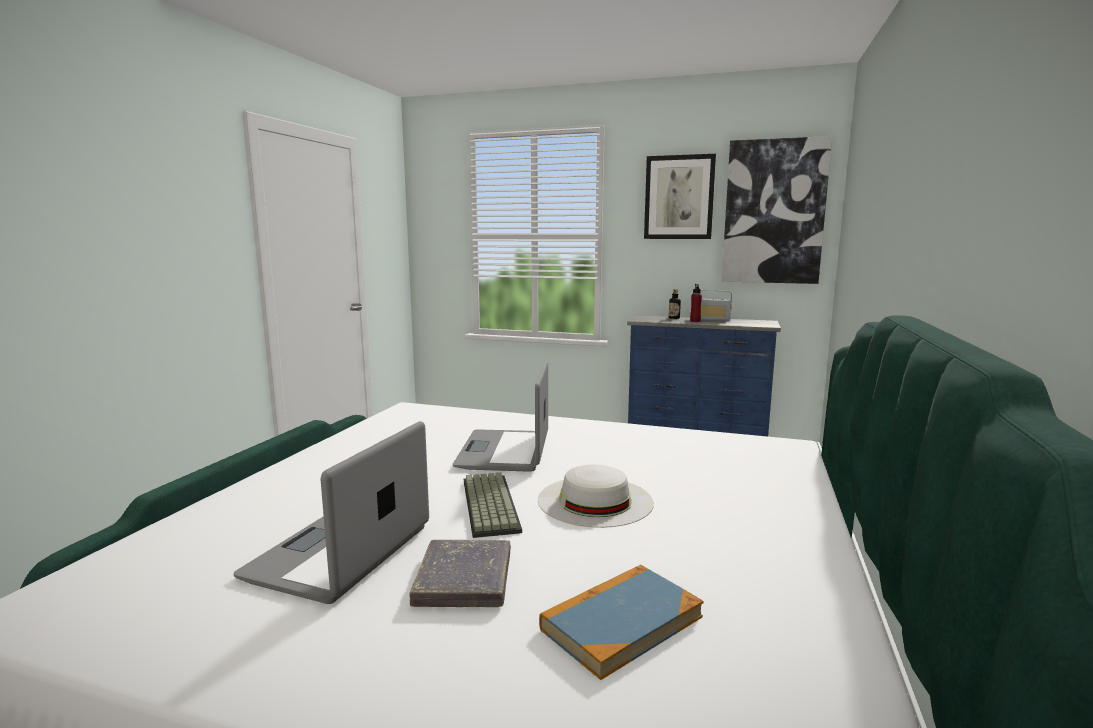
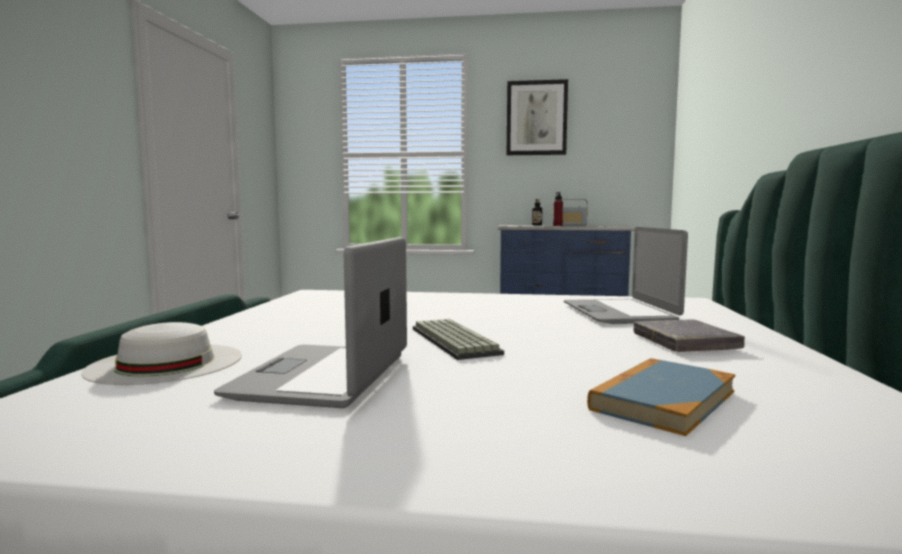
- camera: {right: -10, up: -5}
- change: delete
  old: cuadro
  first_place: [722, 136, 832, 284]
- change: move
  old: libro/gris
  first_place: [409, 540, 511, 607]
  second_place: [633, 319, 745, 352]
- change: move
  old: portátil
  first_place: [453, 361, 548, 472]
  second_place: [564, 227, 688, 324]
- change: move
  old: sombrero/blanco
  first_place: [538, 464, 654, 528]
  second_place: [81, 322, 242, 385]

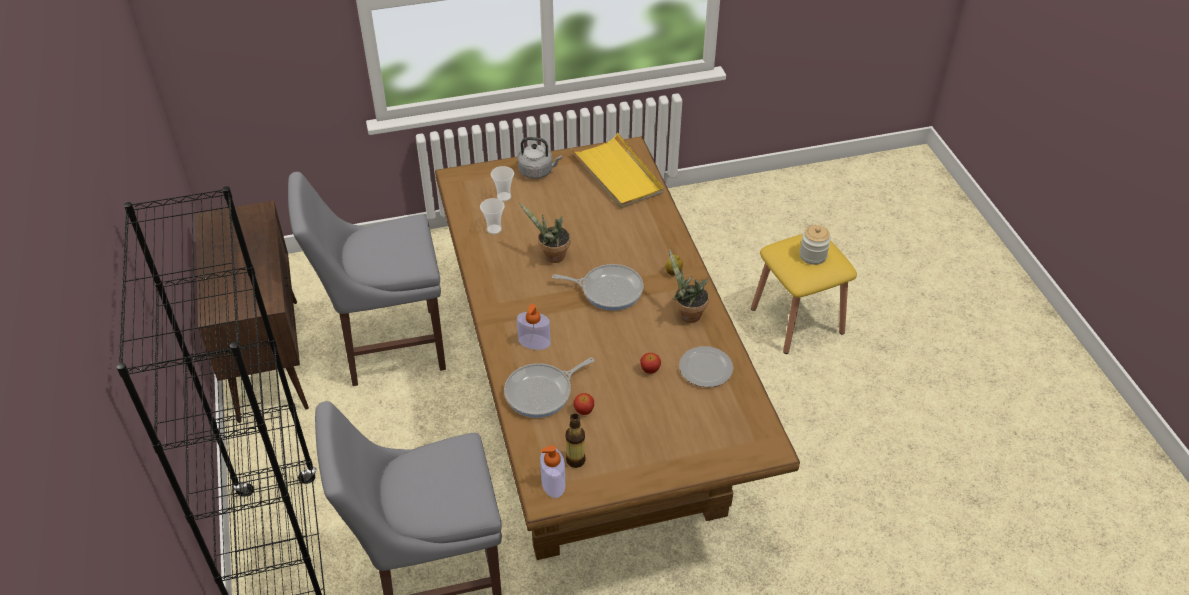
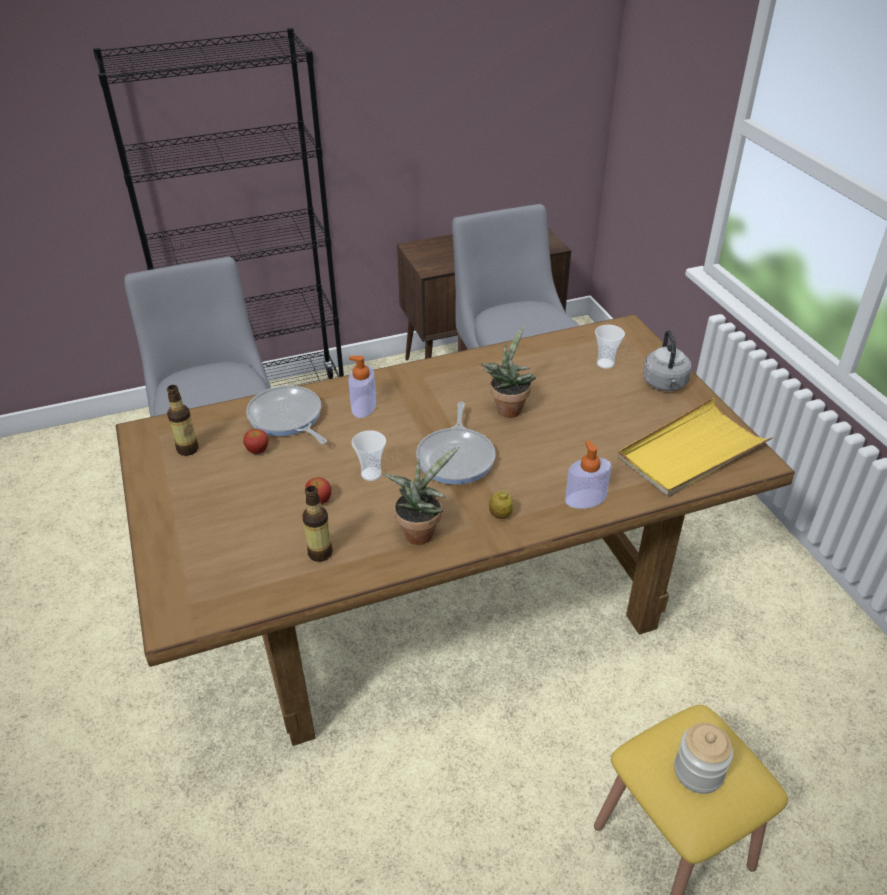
- camera: {right: 85, up: -5}
- change: move
  old: taza
  first_place: [480, 198, 505, 234]
  second_place: [352, 430, 386, 481]
- change: move
  old: dispensador de jabón
  first_place: [540, 445, 565, 498]
  second_place: [565, 440, 611, 509]
- change: replace
  old: plato
  new: botella
  first_place: [679, 346, 733, 387]
  second_place: [303, 486, 333, 562]

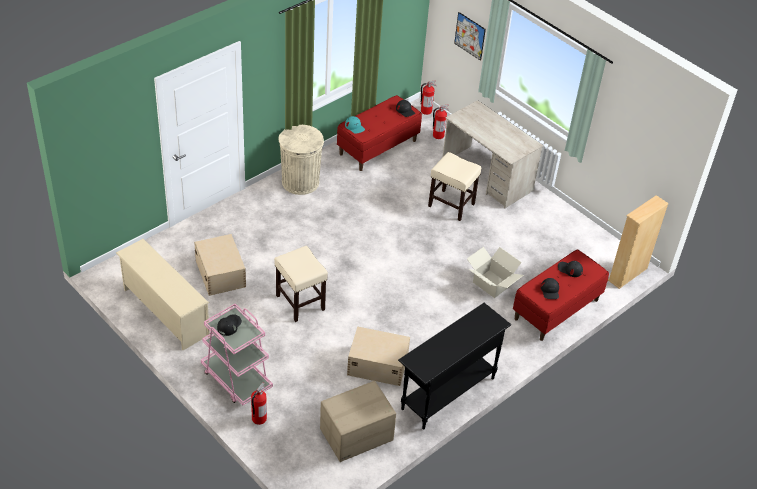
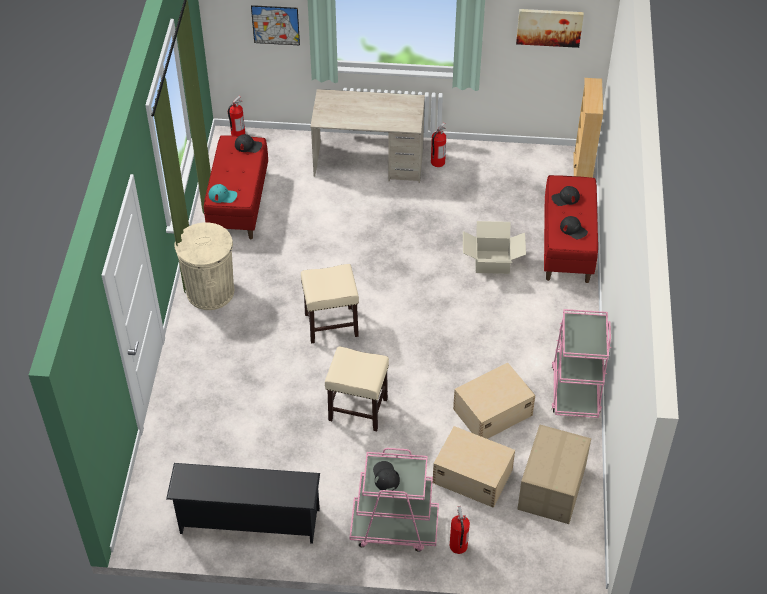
- camera: {right: -40, up: 5}
- change: insert
  new: cuadro
  second_place: [516, 9, 584, 48]
- change: move
  old: caja de almacenaje/beis
  first_place: [194, 234, 246, 296]
  second_place: [433, 426, 515, 508]
- change: move
  old: taburete/beis
  first_place: [428, 152, 481, 221]
  second_place: [301, 264, 359, 344]
- change: move
  old: extintor
  first_place: [433, 104, 449, 139]
  second_place: [431, 122, 446, 167]
- change: replace
  old: mesa consola/negro
  new: carrito/rosa
  first_place: [398, 303, 511, 429]
  second_place: [552, 309, 611, 418]
- change: recolor
  old: zapatero/beis
  new: zapatero/negro
  first_place: [116, 239, 210, 350]
  second_place: [166, 463, 320, 544]

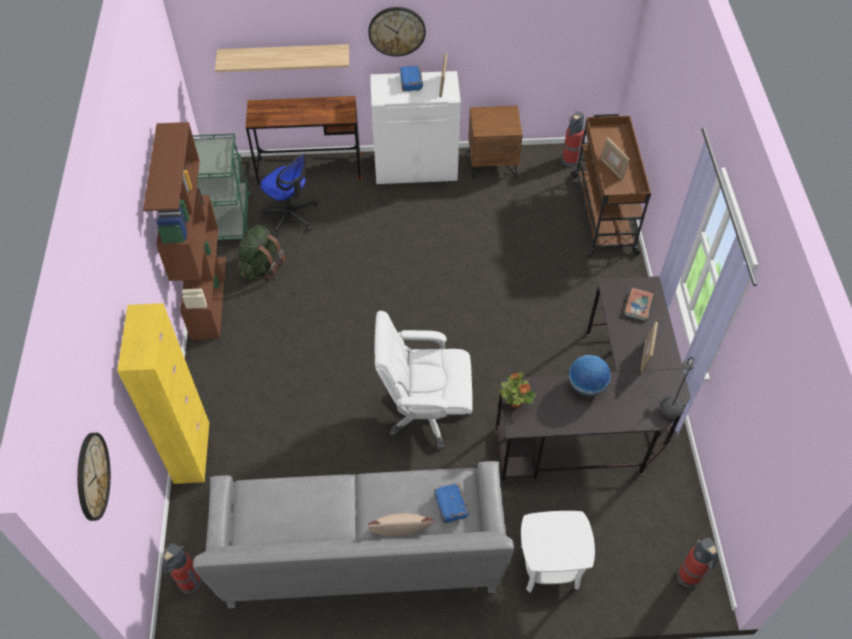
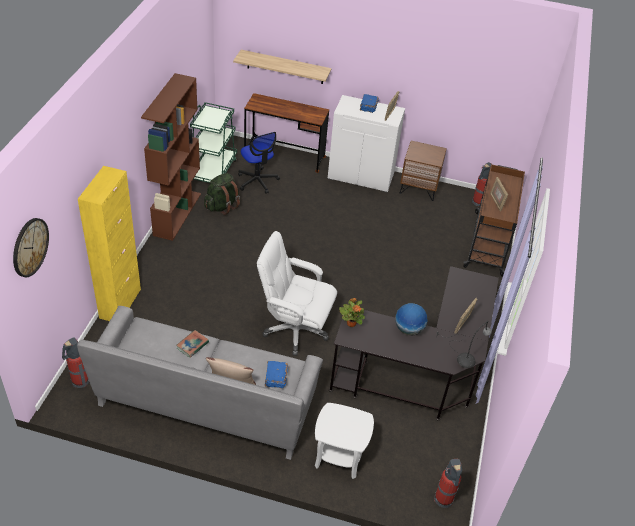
- camera: {right: 15, up: -10}
- change: delete
  old: reloj de pared
  first_place: [368, 7, 426, 57]
- change: move
  old: libro
  first_place: [624, 288, 654, 321]
  second_place: [176, 330, 209, 358]

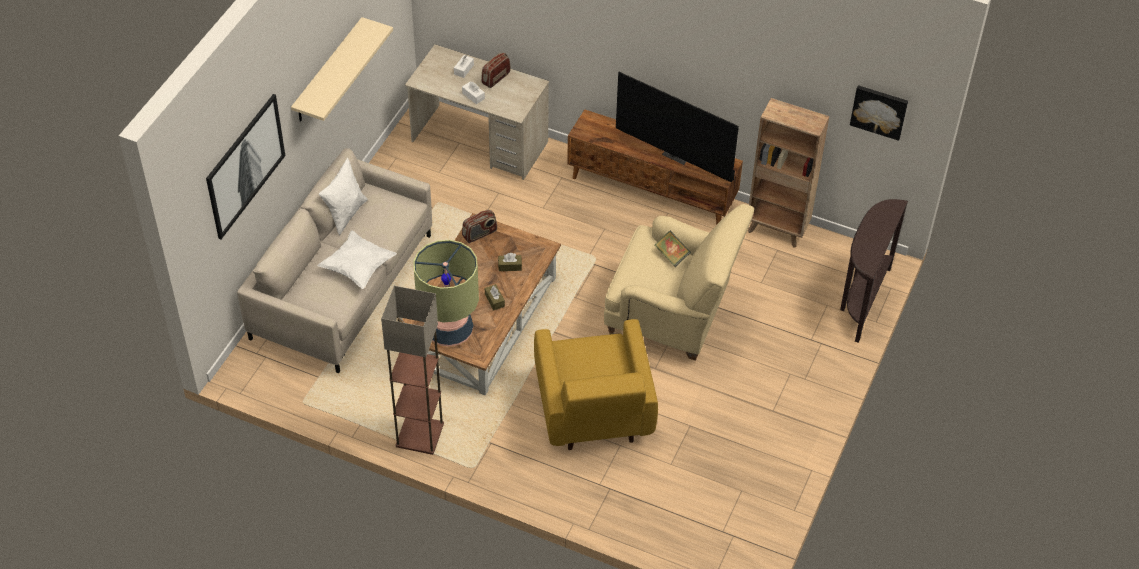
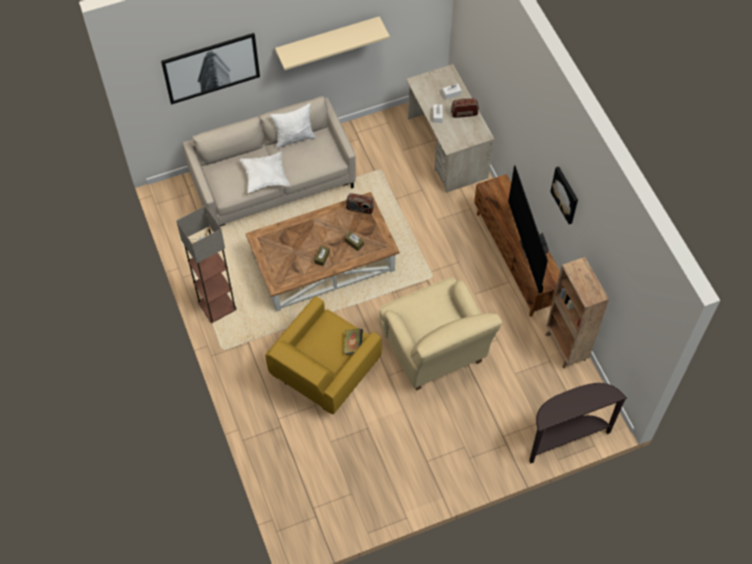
- camera: {right: 45, up: 10}
- change: delete
  old: lámpara de mesa
  first_place: [413, 240, 479, 347]
- change: move
  old: libro
  first_place: [655, 231, 691, 267]
  second_place: [344, 328, 363, 355]
- change: move
  old: cuadro
  first_place: [850, 85, 908, 141]
  second_place: [550, 167, 578, 224]

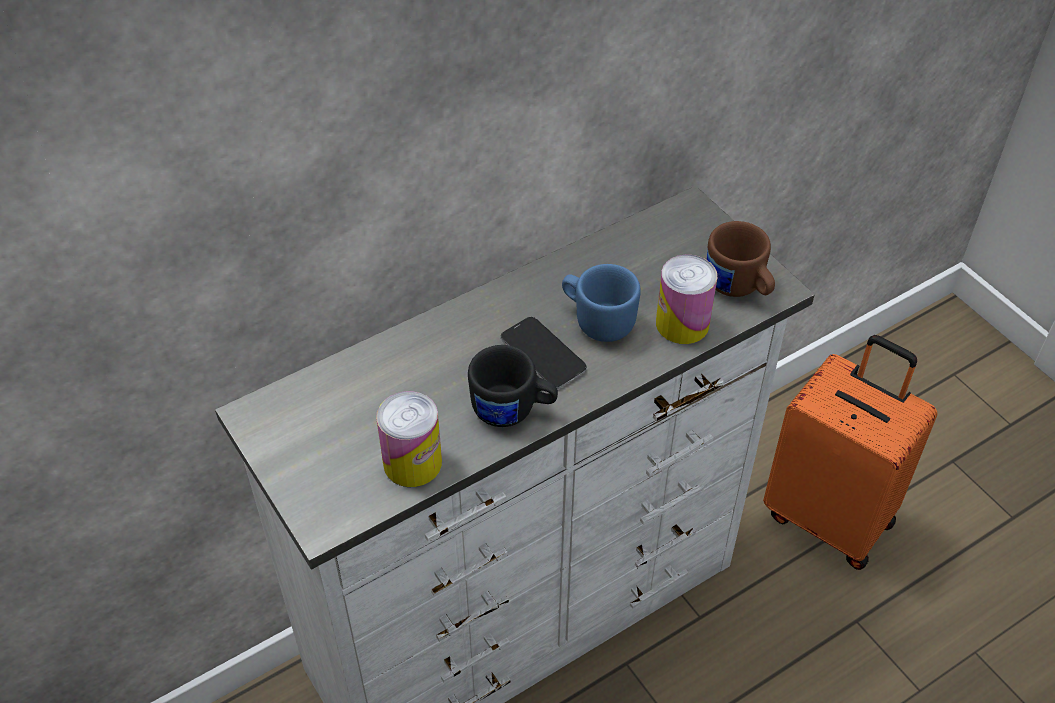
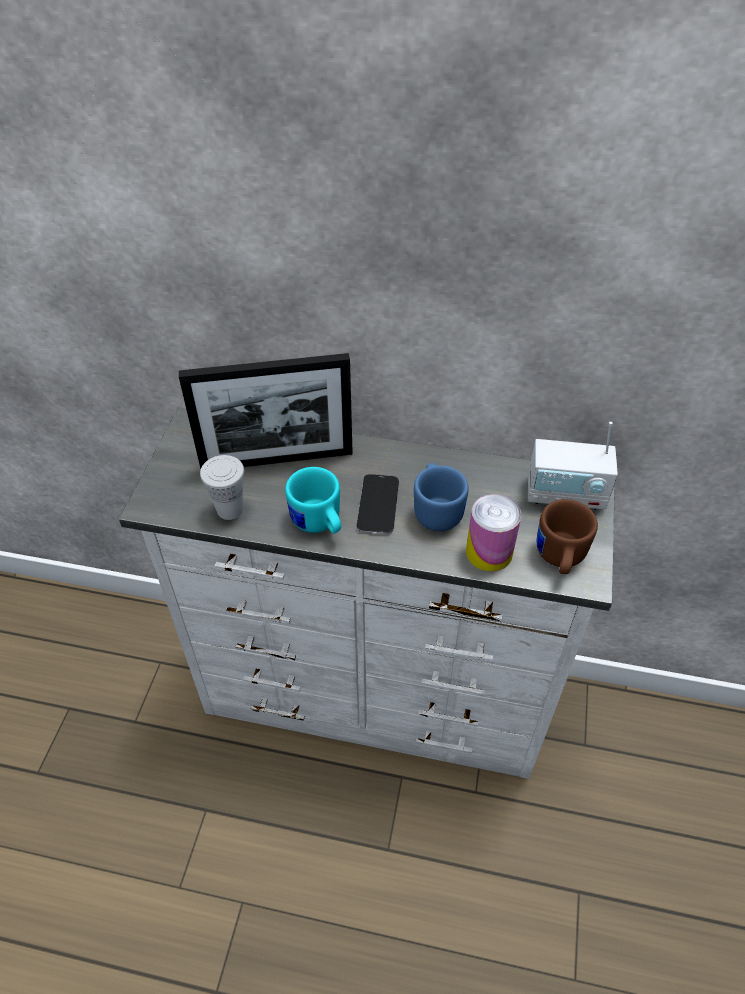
- camera: {right: 45, up: 0}
- change: delete
  old: maleta/naranja
  first_place: [763, 335, 938, 570]
- change: insert
  new: portarretratos
  second_place: [179, 353, 353, 469]
- change: insert
  new: radio
  second_place: [528, 422, 618, 510]
- change: replace
  old: lata
  new: taza/blanco
  first_place: [376, 391, 442, 487]
  second_place: [200, 455, 244, 520]
- change: recolor
  old: taza grande/negro
  new: taza grande/turquesa
  first_place: [468, 345, 558, 427]
  second_place: [285, 467, 341, 534]

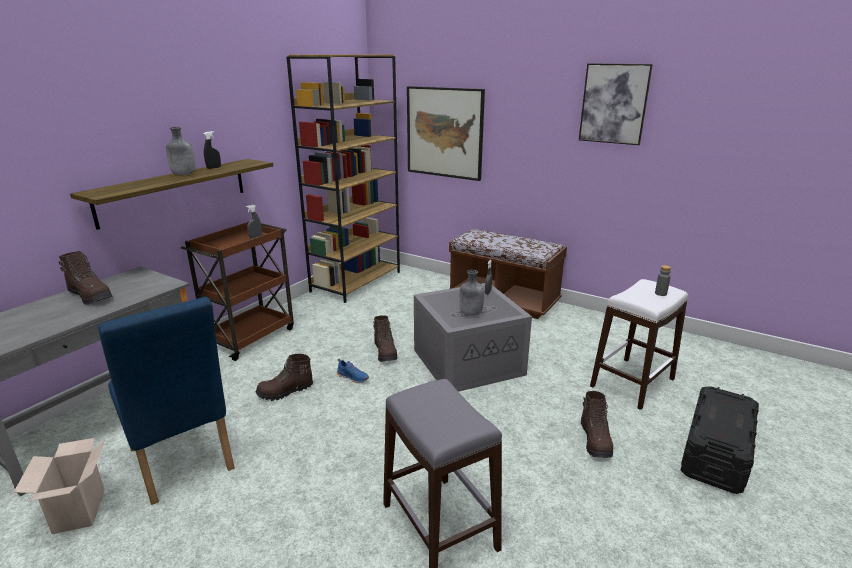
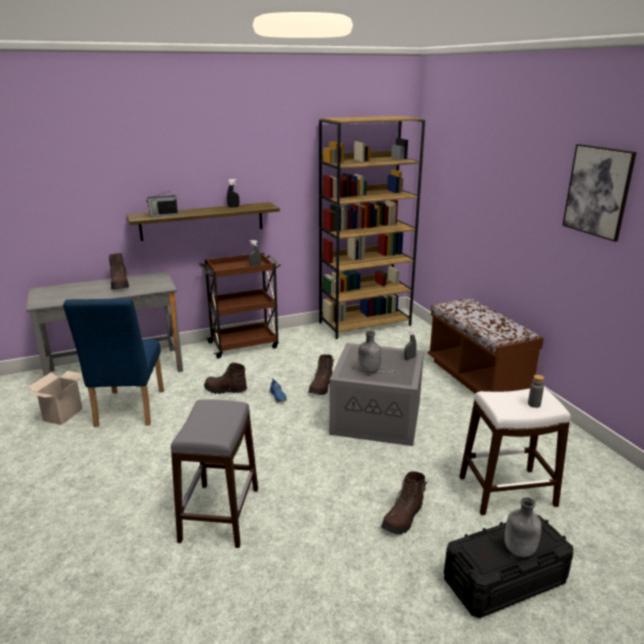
- camera: {right: 35, up: 0}
- change: delete
  old: cuadro
  first_place: [407, 86, 485, 181]
- change: insert
  new: radio
  second_place: [146, 191, 178, 217]
- change: move
  old: botella/gris
  first_place: [166, 127, 195, 175]
  second_place: [505, 497, 542, 557]

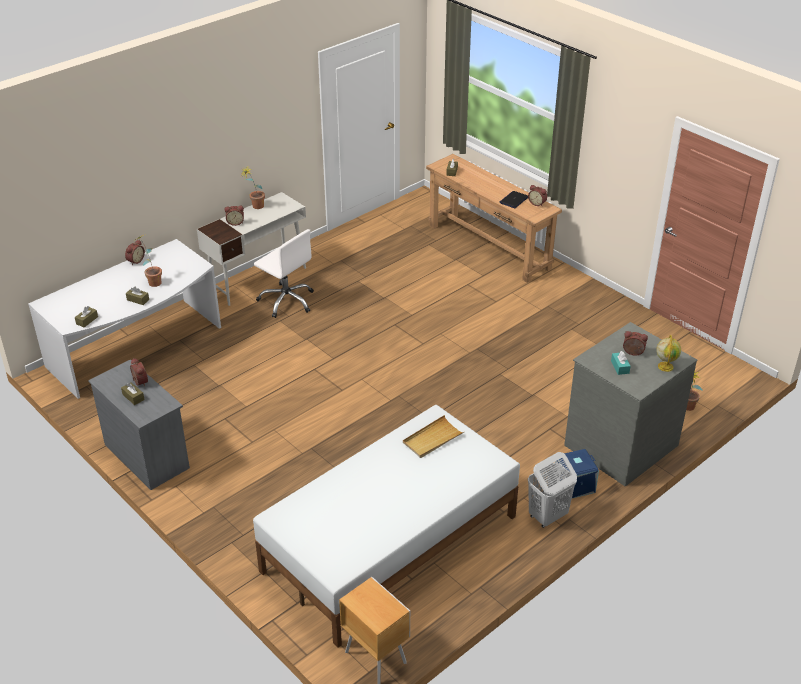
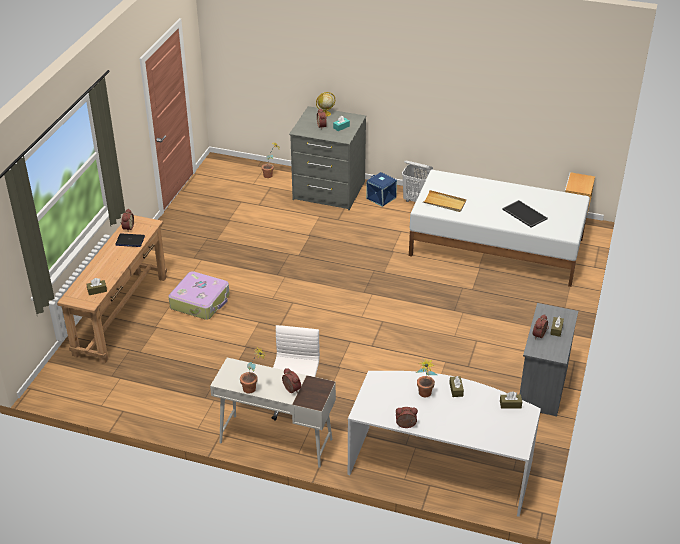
- camera: {right: -120, up: 0}
- change: insert
  new: maleta
  second_place: [168, 271, 230, 320]
- change: insert
  new: bandeja
  second_place: [502, 200, 548, 228]

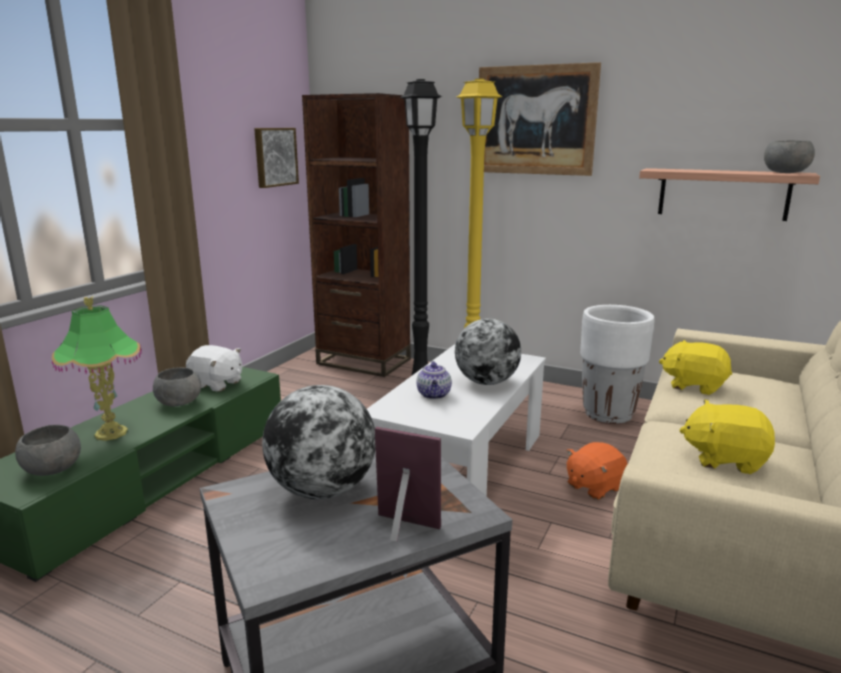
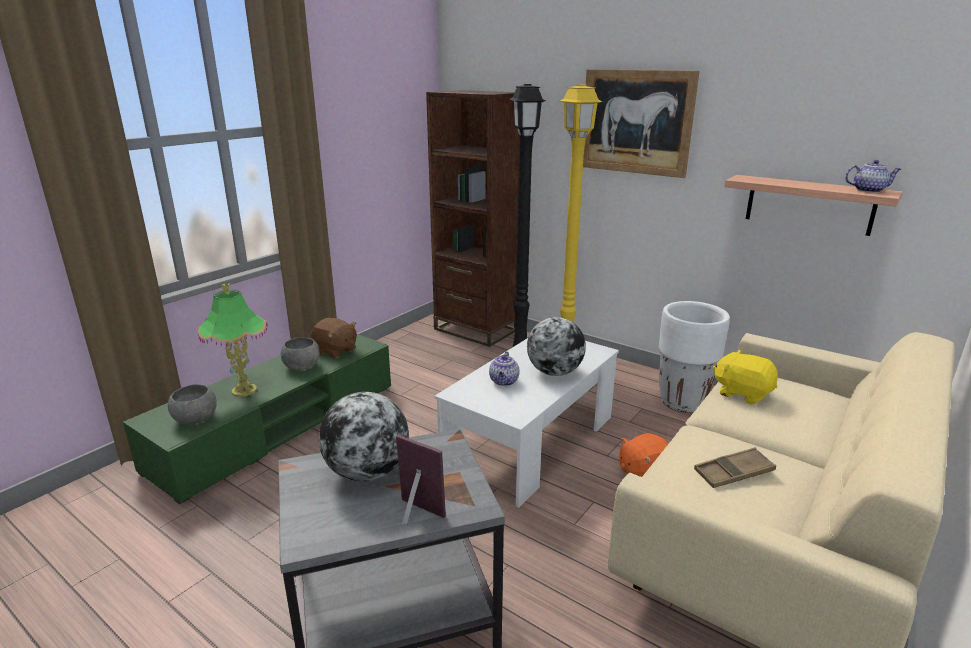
- camera: {right: 10, up: 5}
- change: delete
  old: cuadro
  first_place: [254, 128, 299, 188]
- change: replace
  old: peluche/amarillo
  new: bandeja/marrón
  first_place: [680, 400, 775, 474]
  second_place: [694, 447, 776, 488]
- change: replace
  old: cuenco/gris
  new: tetera
  first_place: [764, 140, 815, 173]
  second_place: [845, 160, 901, 193]
- change: recolor
  old: peluche/blanco
  new: peluche/marrón
  first_place: [186, 345, 242, 392]
  second_place: [311, 318, 357, 358]

